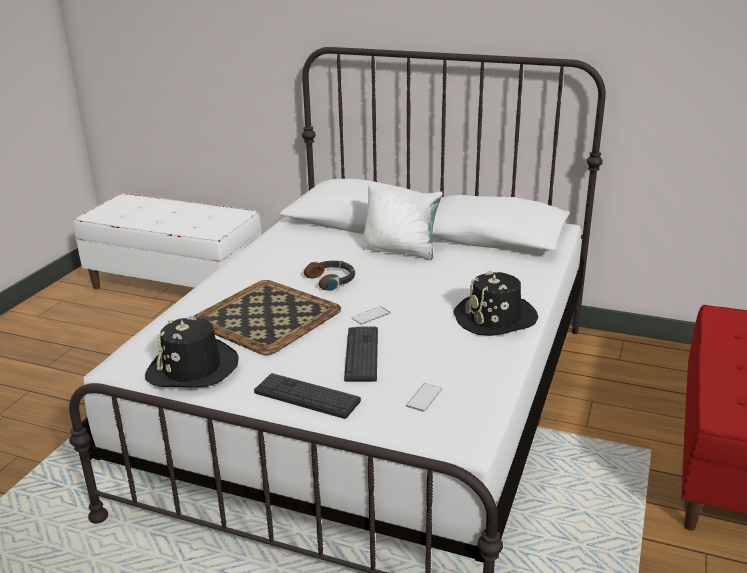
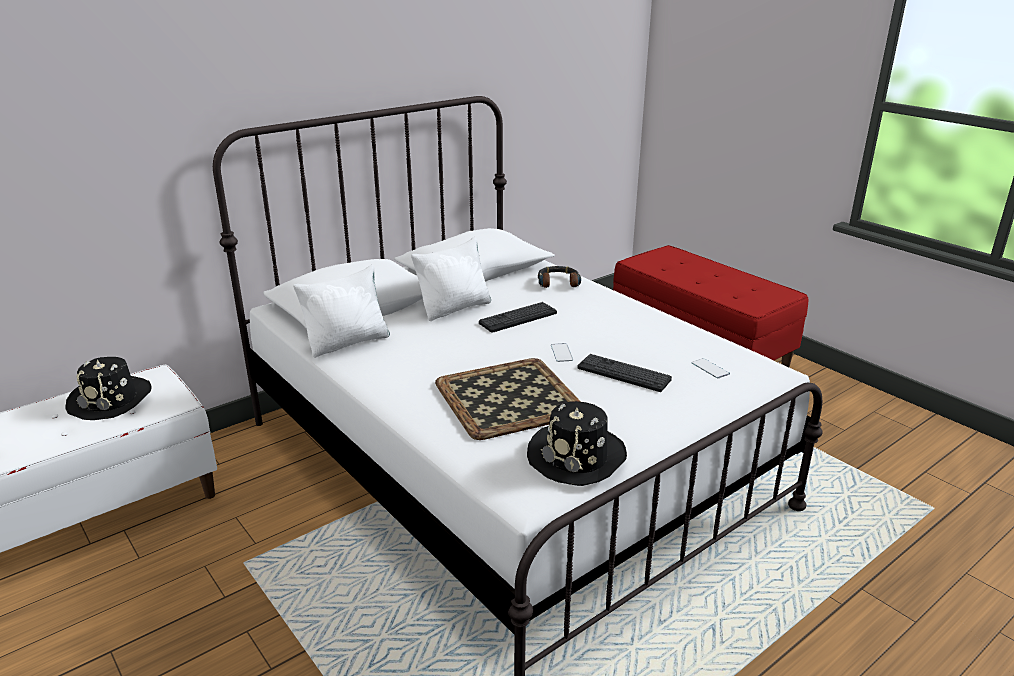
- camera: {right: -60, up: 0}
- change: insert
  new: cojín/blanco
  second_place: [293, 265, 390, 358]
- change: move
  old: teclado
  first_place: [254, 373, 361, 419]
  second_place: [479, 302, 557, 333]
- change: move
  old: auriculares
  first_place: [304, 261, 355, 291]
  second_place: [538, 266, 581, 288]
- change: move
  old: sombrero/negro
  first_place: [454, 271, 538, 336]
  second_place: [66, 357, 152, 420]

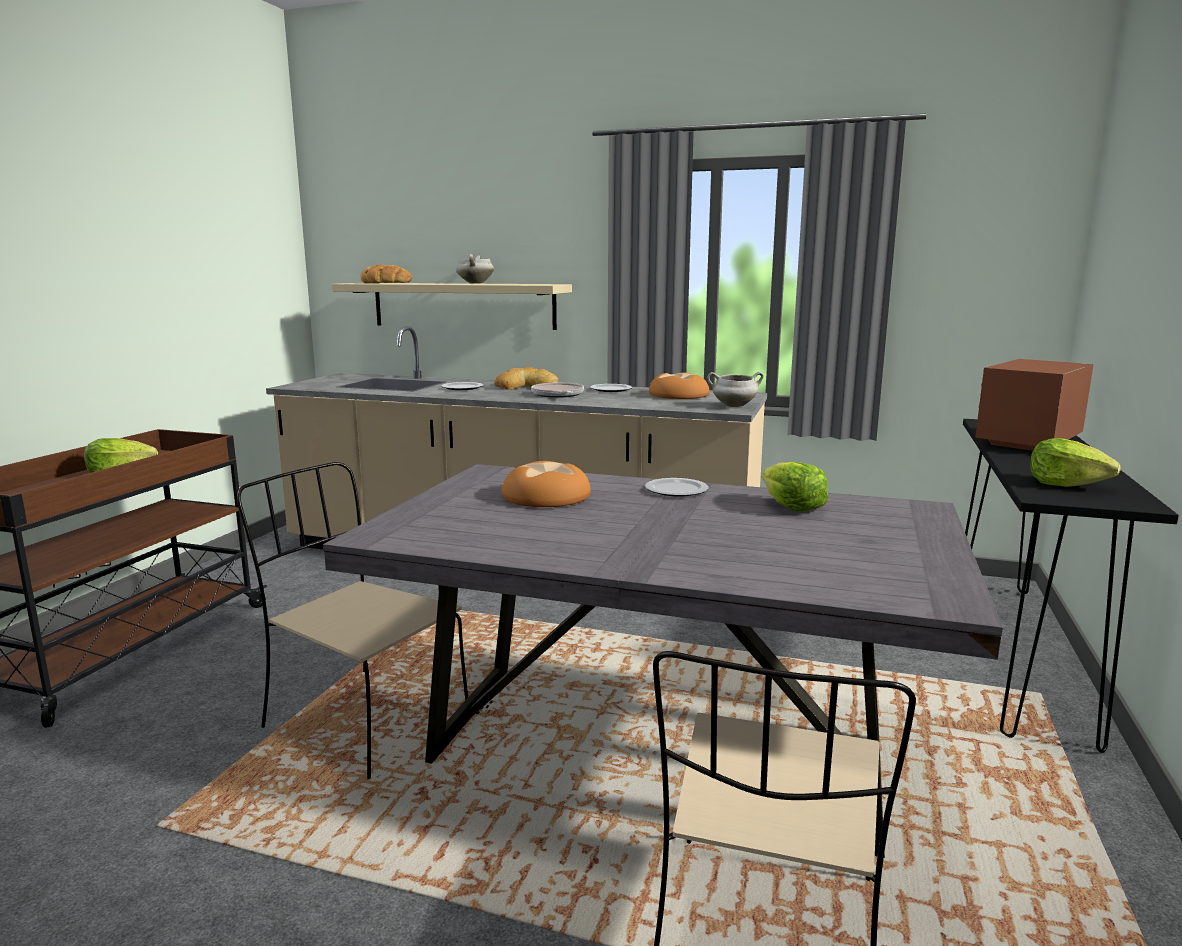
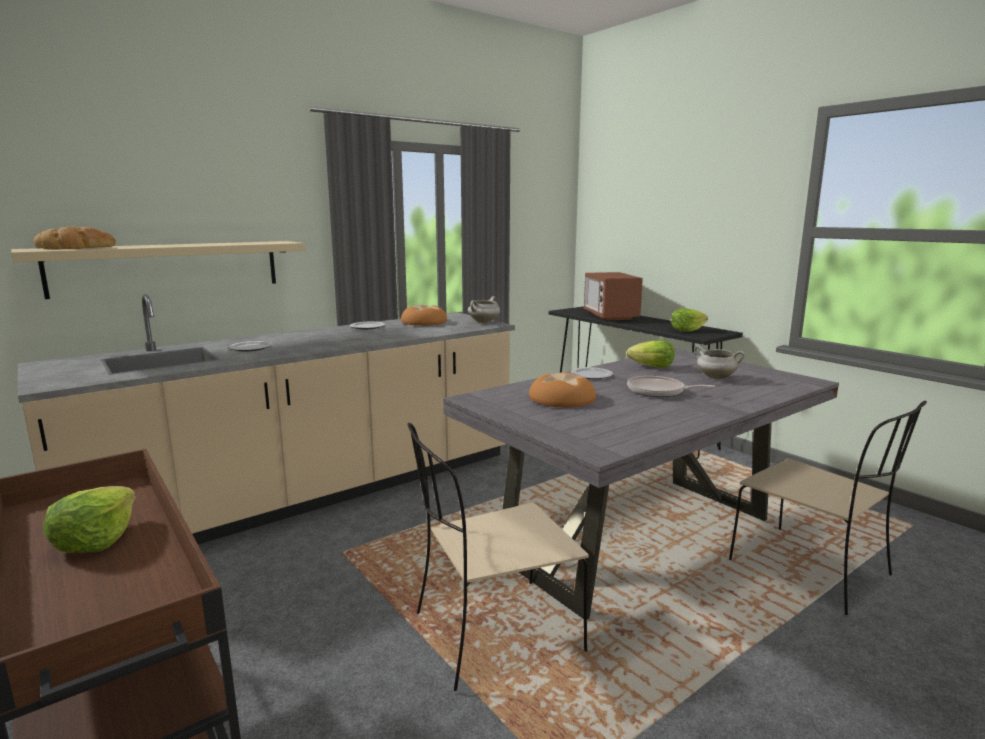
- camera: {right: -55, up: 0}
- change: delete
  old: pan
  first_place: [494, 367, 559, 390]
- change: move
  old: olla/blanco
  first_place: [456, 254, 494, 284]
  second_place: [694, 346, 745, 379]
- change: move
  old: sartén
  first_place: [531, 383, 584, 398]
  second_place: [627, 376, 715, 397]

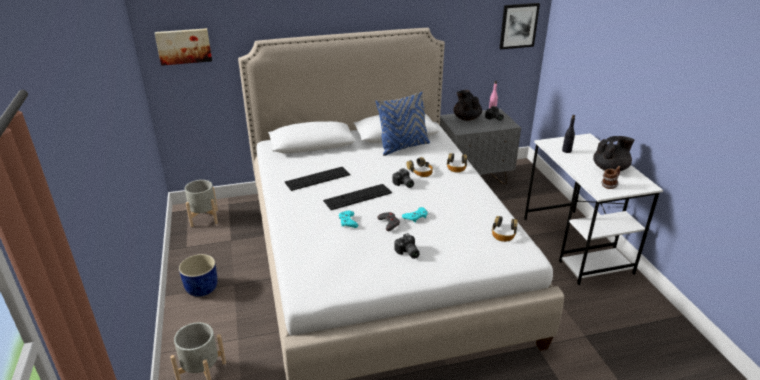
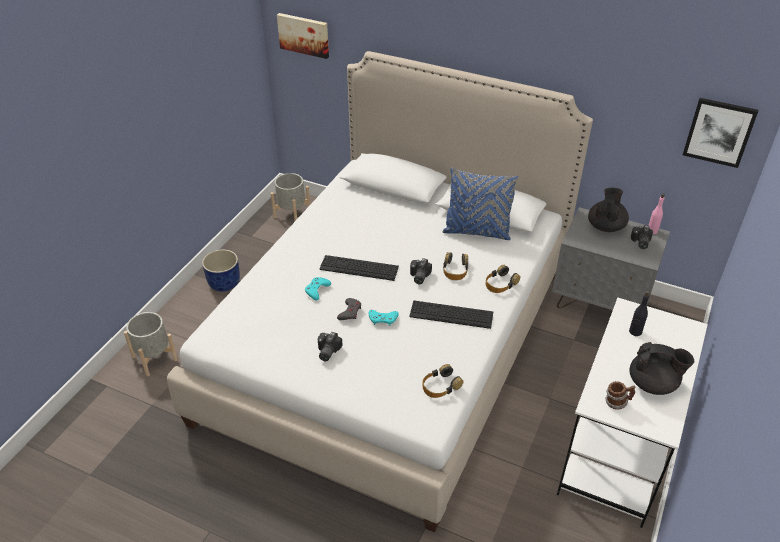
- camera: {right: 40, up: 10}
- change: move
  old: teclado
  first_place: [284, 167, 350, 191]
  second_place: [409, 301, 493, 329]

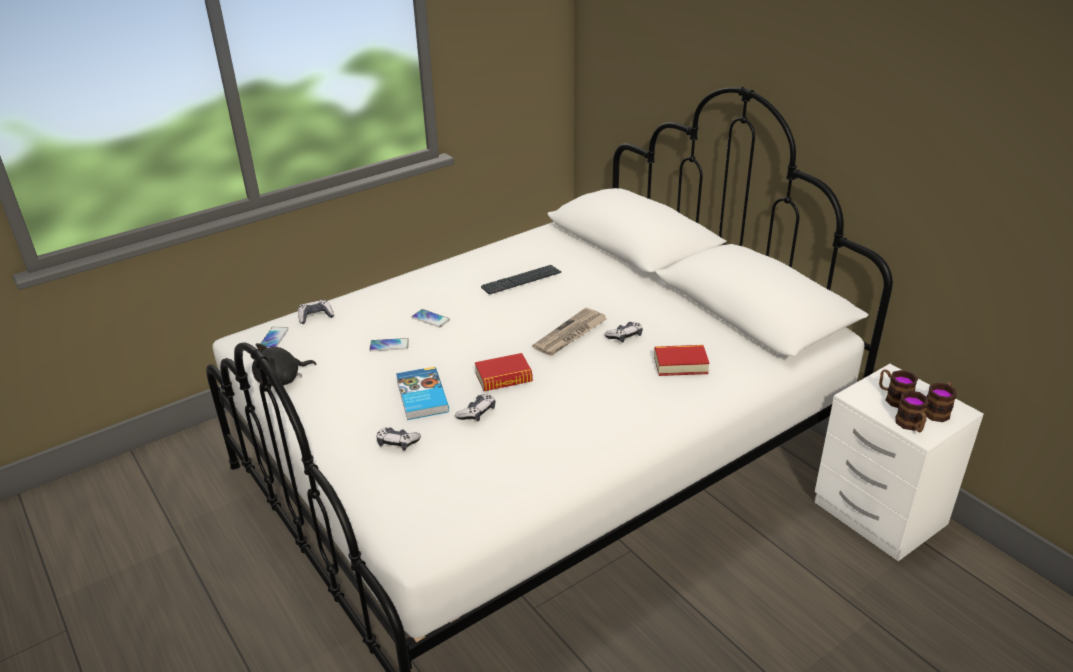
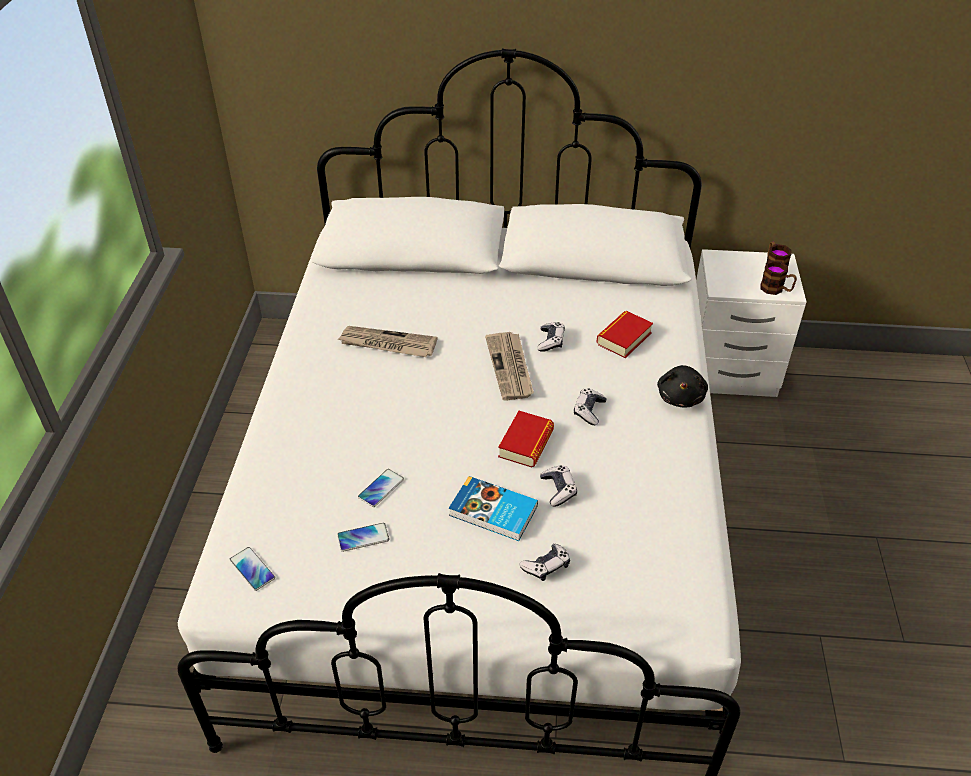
- camera: {right: -50, up: 10}
- change: delete
  old: taza grande
  first_place: [879, 369, 918, 408]
- change: move
  old: peluche/negro
  first_place: [252, 343, 317, 386]
  second_place: [657, 365, 708, 407]
- change: move
  old: mando de consola
  first_place: [298, 300, 334, 324]
  second_place: [574, 388, 607, 425]
- change: move
  old: móvil
  first_place: [412, 309, 450, 328]
  second_place: [337, 523, 390, 552]
- change: replace
  old: teclado
  new: periódico
  first_place: [481, 265, 561, 295]
  second_place: [337, 326, 437, 357]

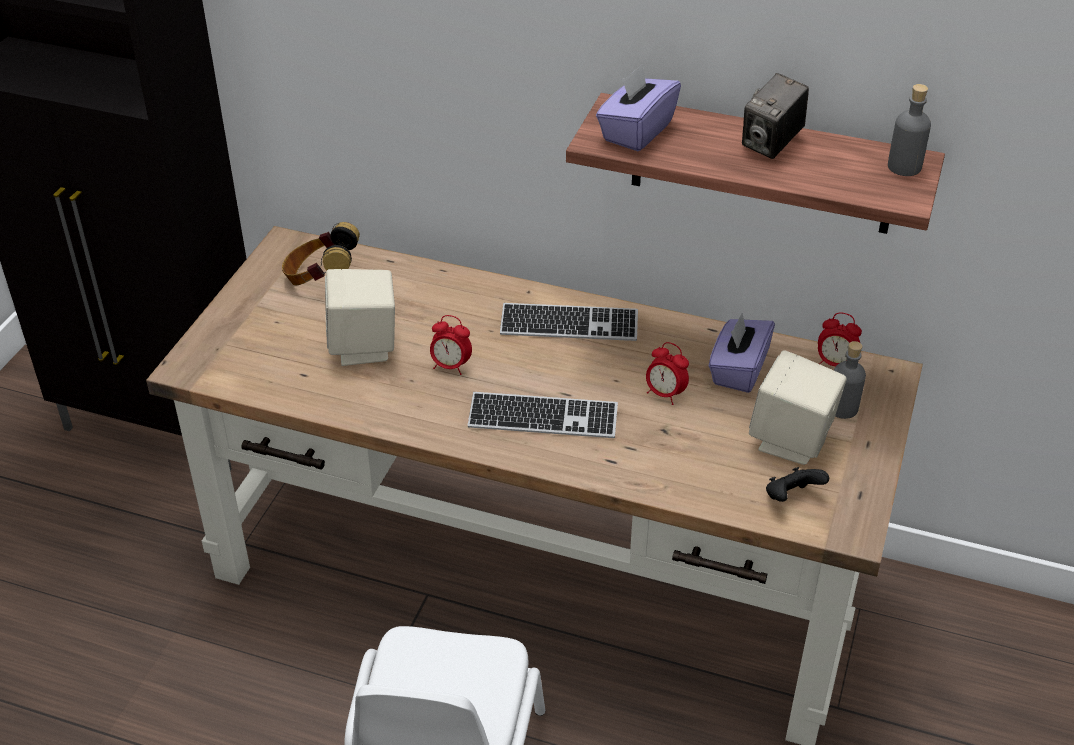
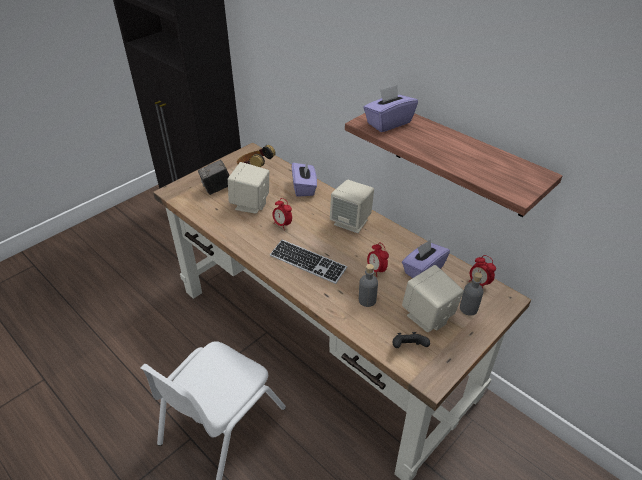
- camera: {right: 25, up: 0}
- change: insert
  new: caja de pañuelos/morado
  second_place: [292, 161, 317, 197]
- change: move
  old: cámara
  first_place: [742, 73, 809, 159]
  second_place: [198, 160, 230, 195]
- change: move
  old: botella/gris
  first_place: [888, 84, 931, 176]
  second_place: [359, 264, 378, 307]
- change: replace
  old: teclado
  new: altavoz/beis
  first_place: [500, 303, 638, 341]
  second_place: [330, 180, 374, 233]

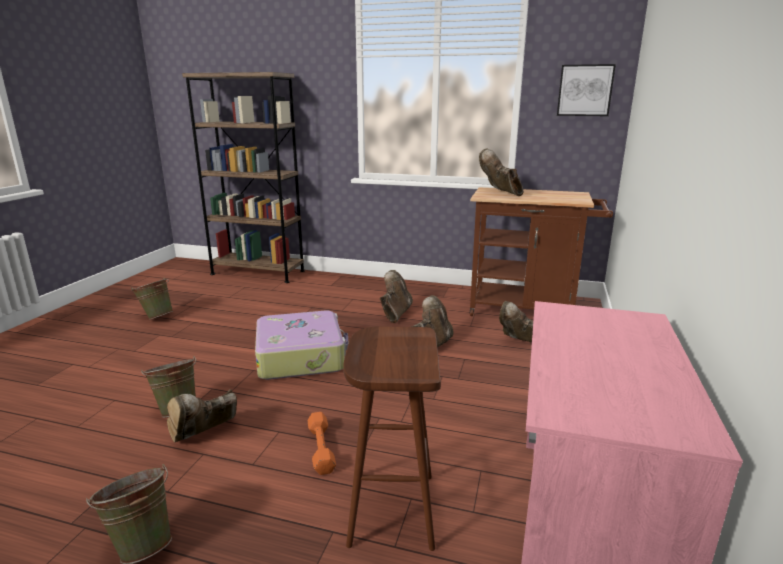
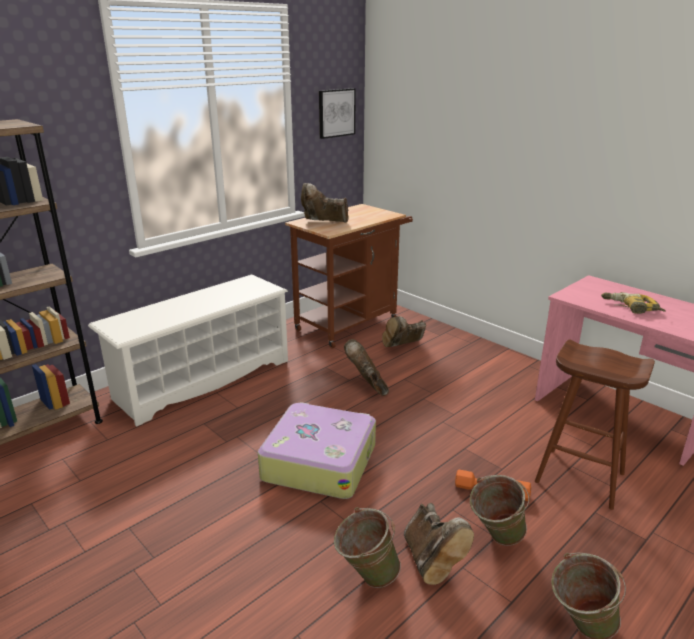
- camera: {right: -60, up: 5}
- change: delete
  old: bota/marrón
  first_place: [380, 270, 413, 323]
- change: insert
  new: zapatero/blanco
  second_place: [88, 275, 288, 427]
- change: insert
  new: taladro
  second_place: [601, 292, 666, 314]
- change: move
  old: cubo/verde
  first_place: [131, 277, 173, 320]
  second_place: [470, 475, 529, 546]

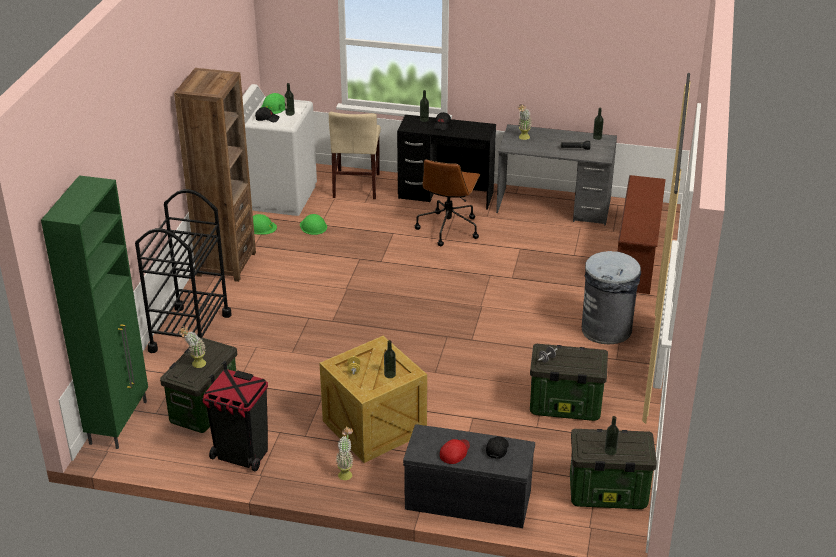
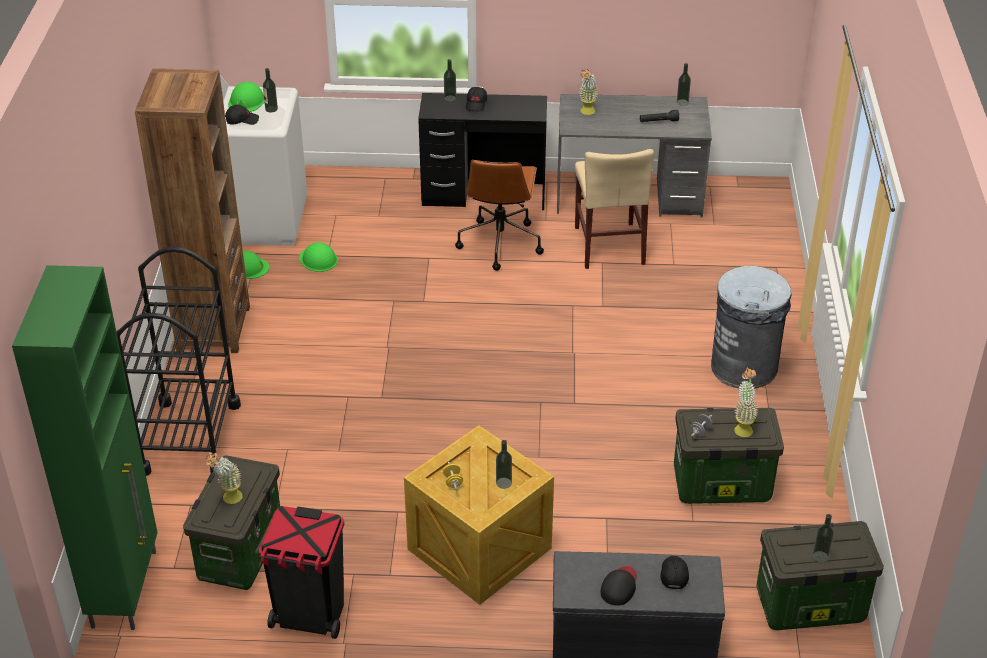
- camera: {right: -10, up: 5}
- change: delete
  old: zapatero/marrón
  first_place: [617, 175, 666, 294]
- change: move
  old: silla/beis
  first_place: [329, 112, 381, 199]
  second_place: [575, 149, 654, 269]
- change: move
  old: planta en maceta
  first_place: [335, 426, 353, 480]
  second_place: [734, 368, 759, 437]
- change: recolor
  old: gorra/rojo
  new: gorra/negro
  first_place: [440, 439, 470, 464]
  second_place: [601, 566, 637, 606]

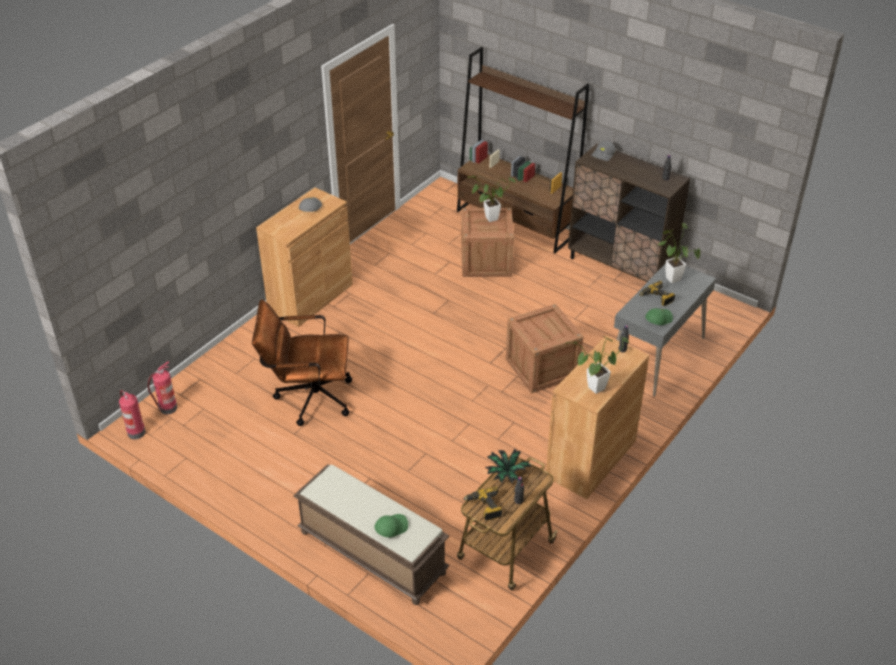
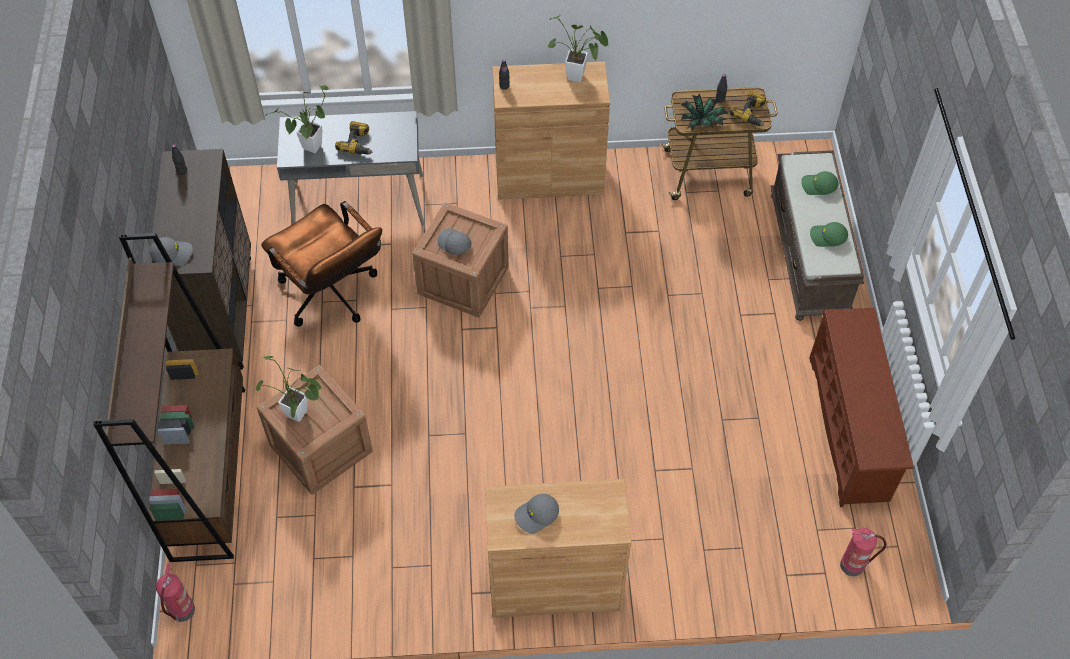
- camera: {right: -130, up: 15}
- change: insert
  new: gorra/gris
  second_place: [437, 229, 472, 255]
- change: insert
  new: zapatero/marrón
  second_place: [809, 308, 914, 507]
- change: move
  old: extintor
  first_place: [119, 390, 146, 439]
  second_place: [156, 563, 195, 622]
- change: move
  old: silla de oficina/marrón
  first_place: [252, 299, 352, 426]
  second_place: [261, 201, 382, 327]
- change: move
  old: gorra/verde
  first_place: [645, 308, 673, 325]
  second_place: [810, 222, 848, 247]

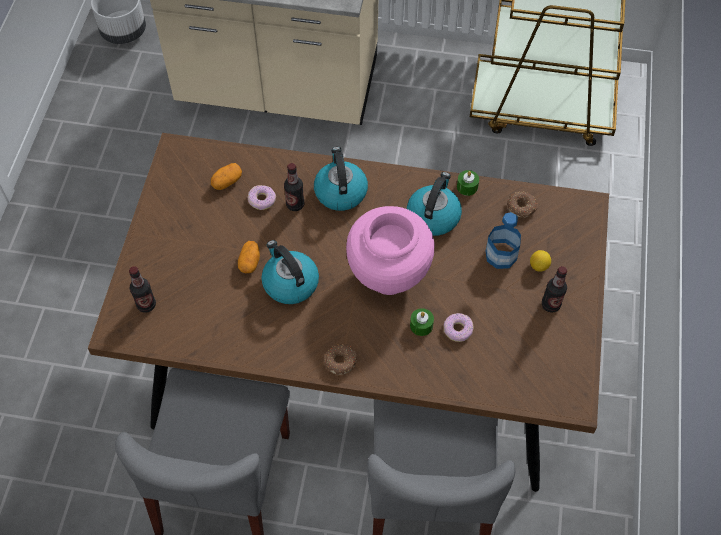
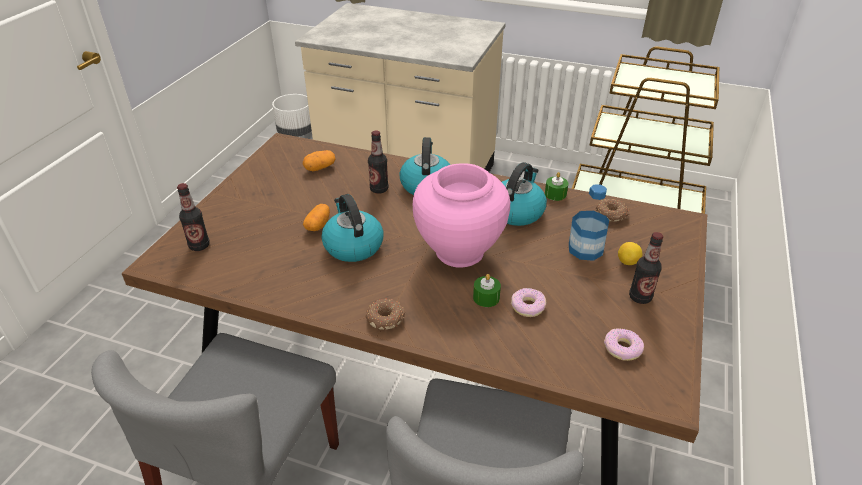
- camera: {right: 10, up: -20}
- change: move
  old: rosquilla
  first_place: [248, 185, 276, 210]
  second_place: [604, 329, 644, 361]

